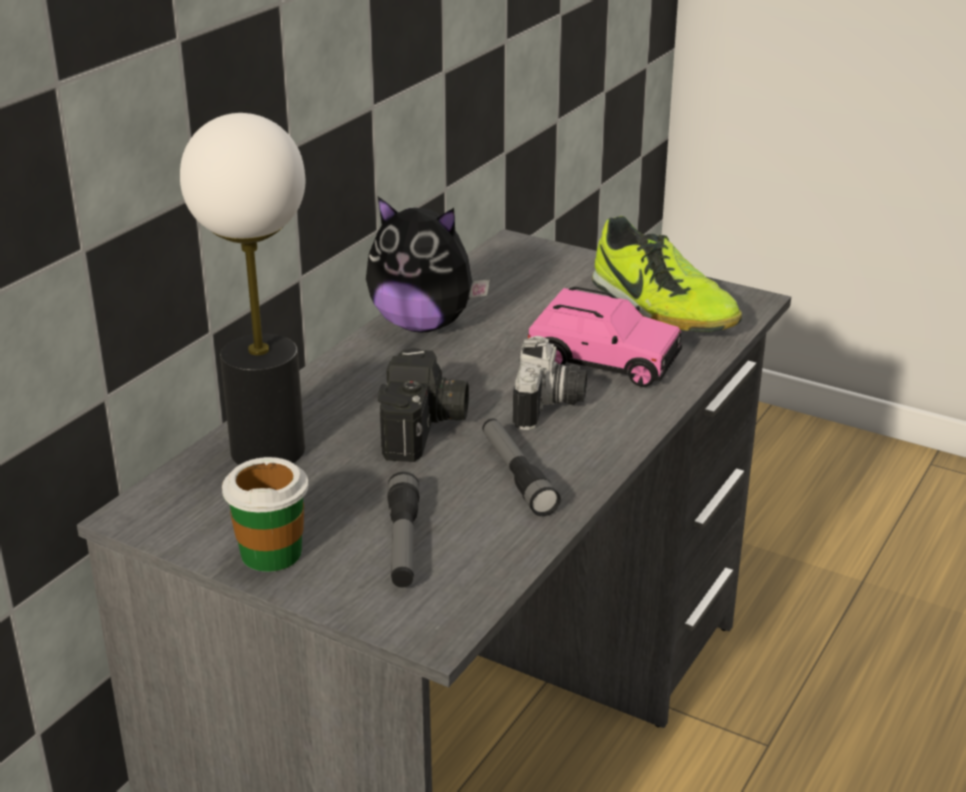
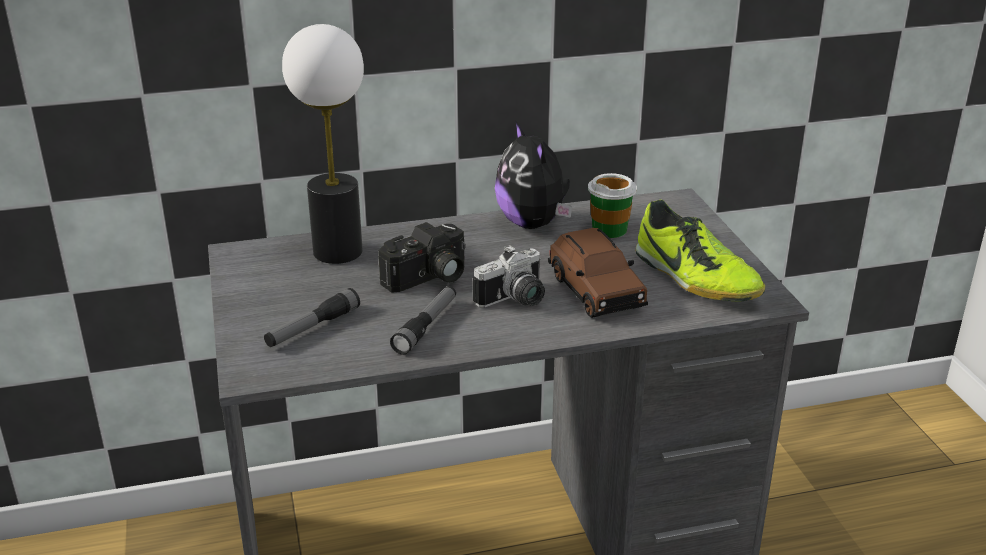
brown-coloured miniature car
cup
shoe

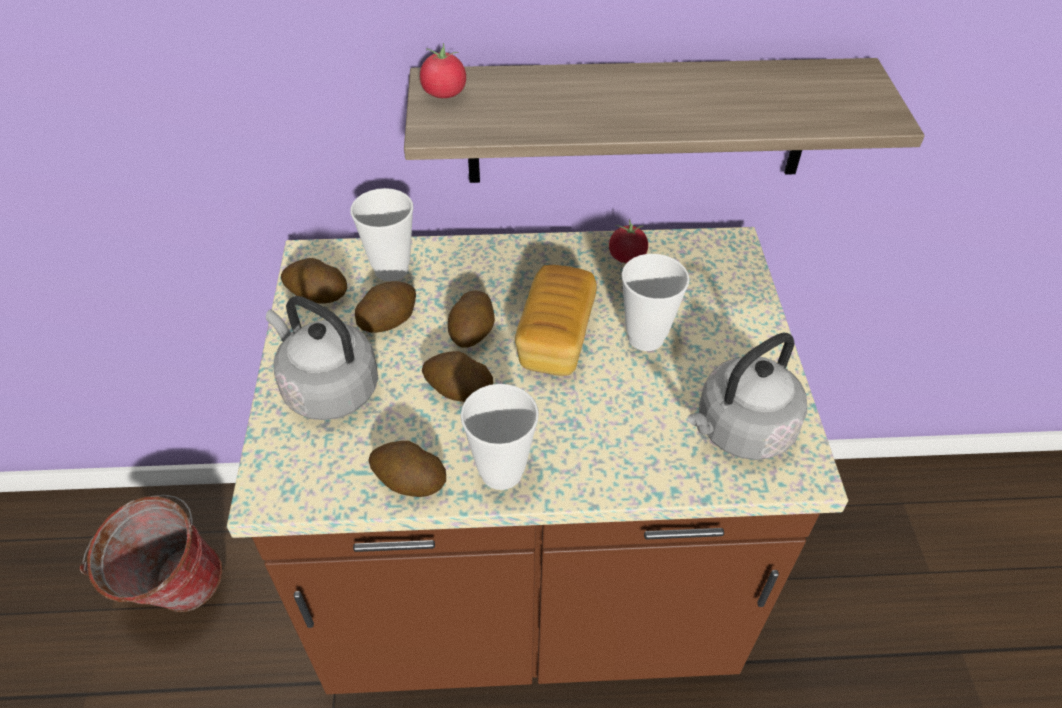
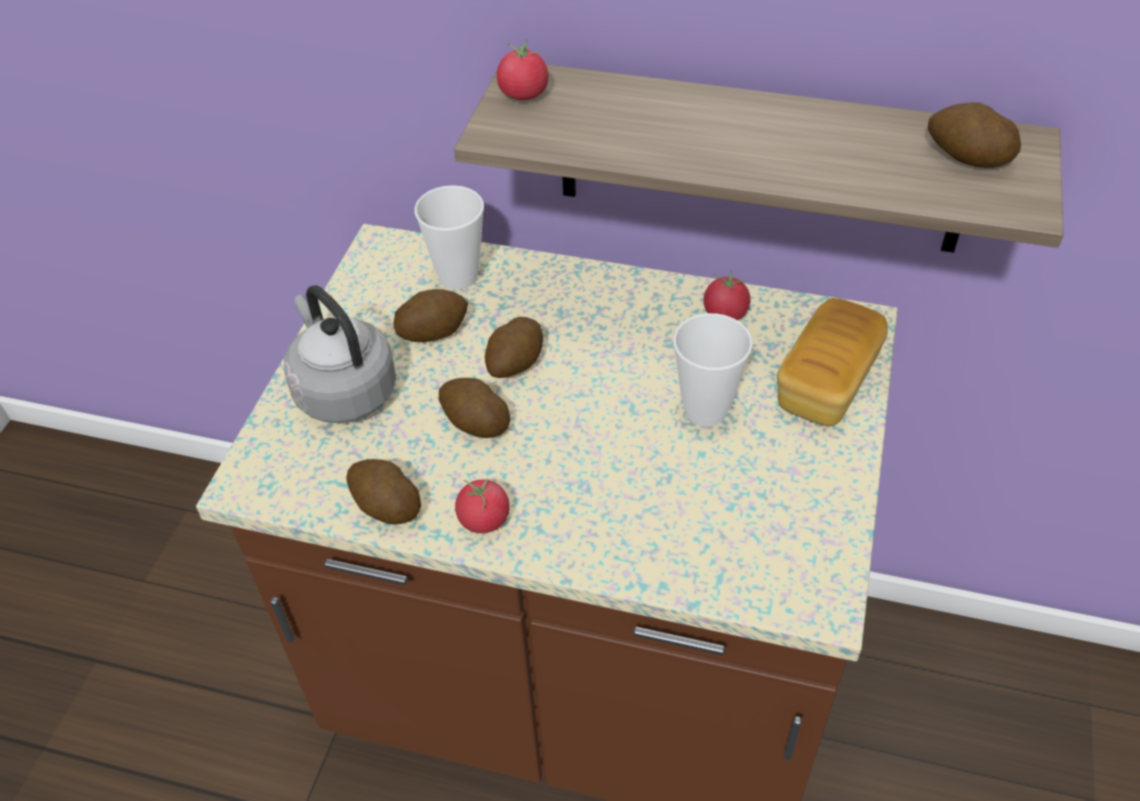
tomato (no. 1 from left)
baked bread
potato (no. 5 from left)
water bucket
greyish water kettle (no. 2 from left in the first image)

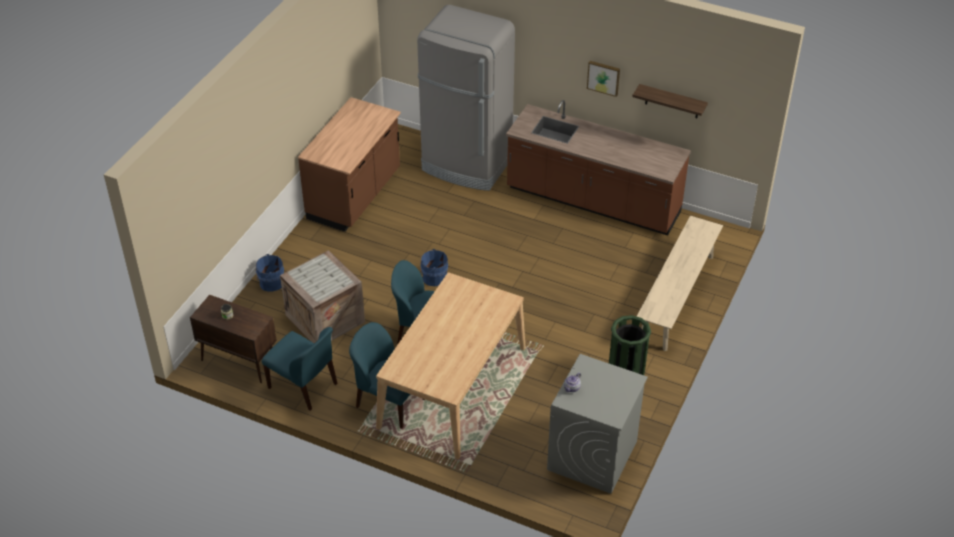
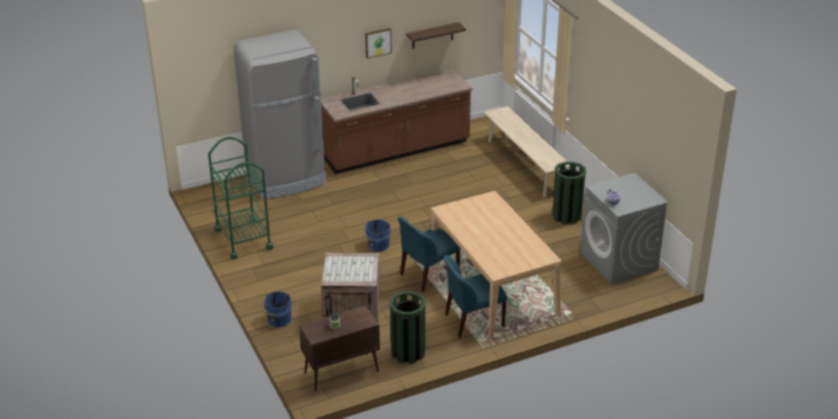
green-coloured trolley
green-coloured waste bin (no. 1 from left)

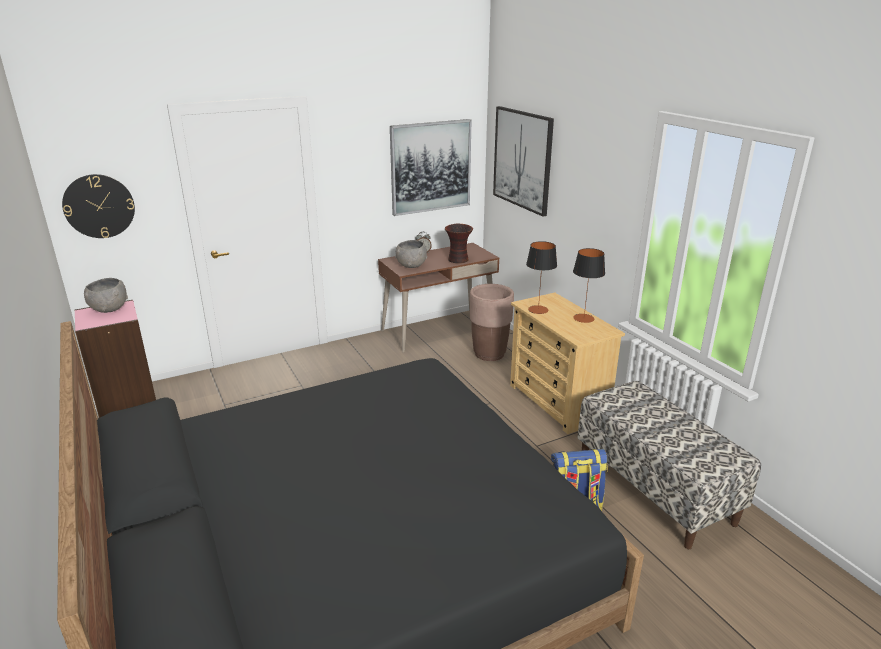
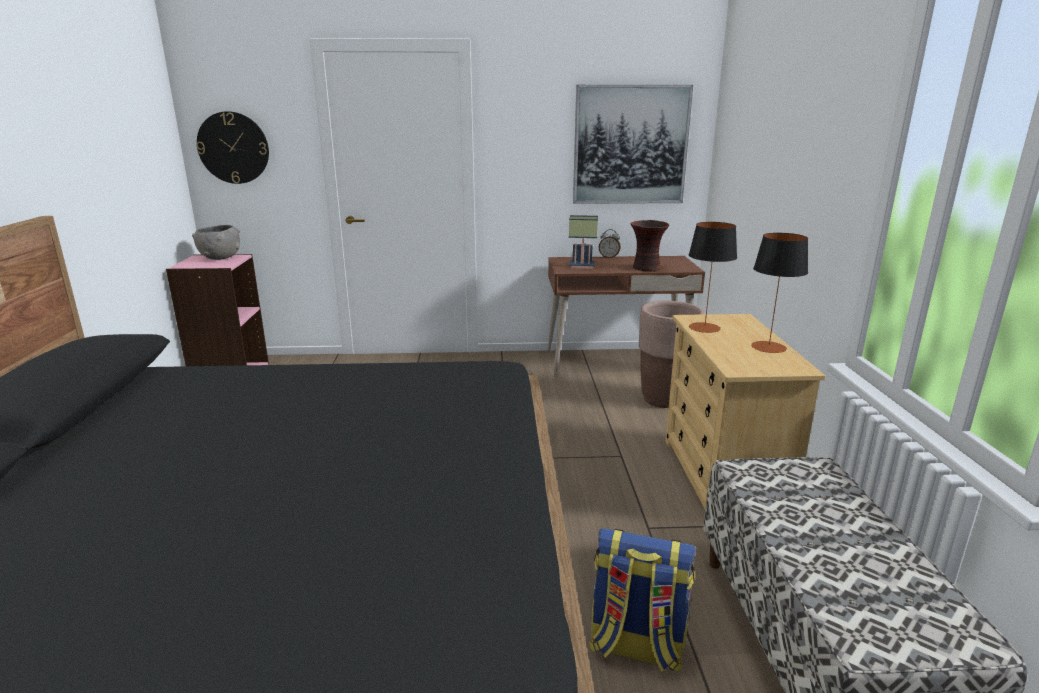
lamp for a table (no. 1 from left)
picture (no. 2 from left in the first image)

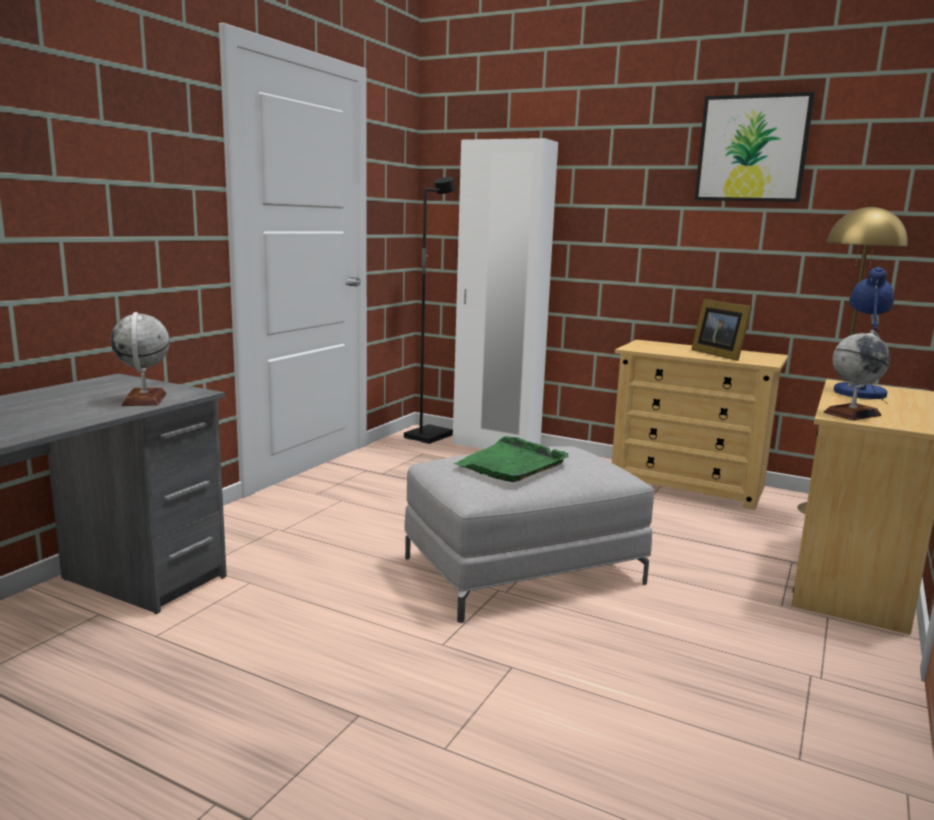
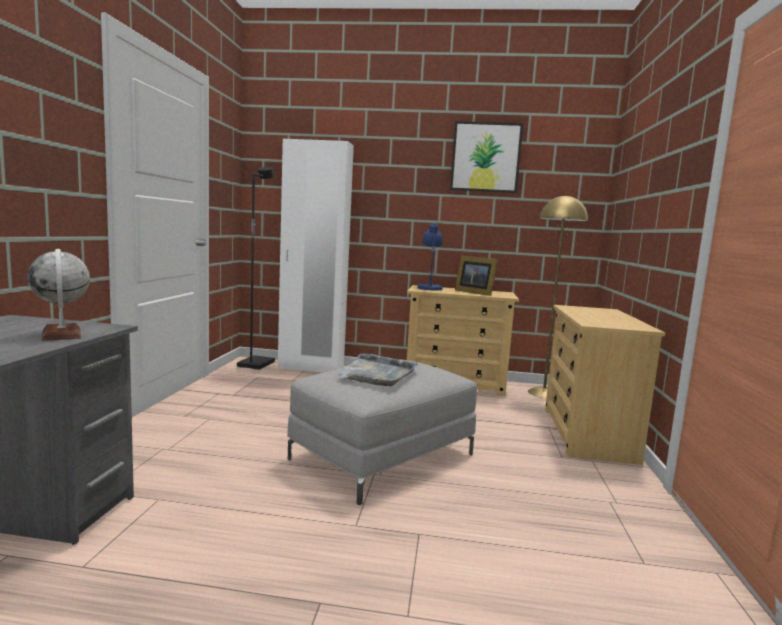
greyish carrying tray
bluish lamp for a table
desk globe (no. 2 from left in the first image)

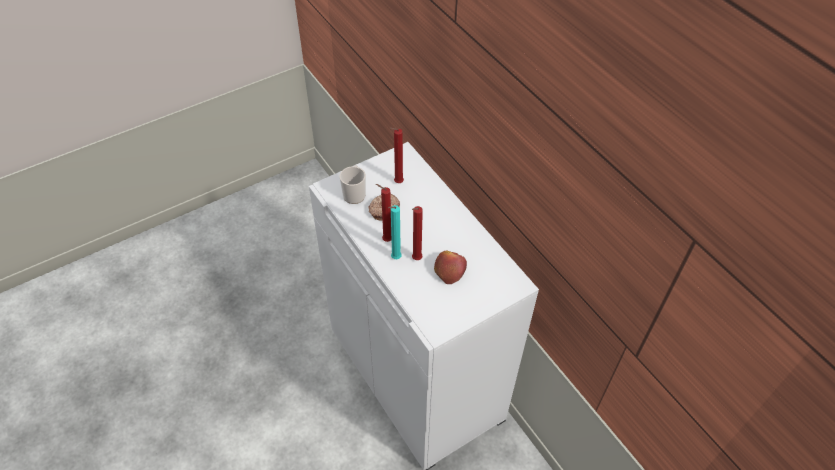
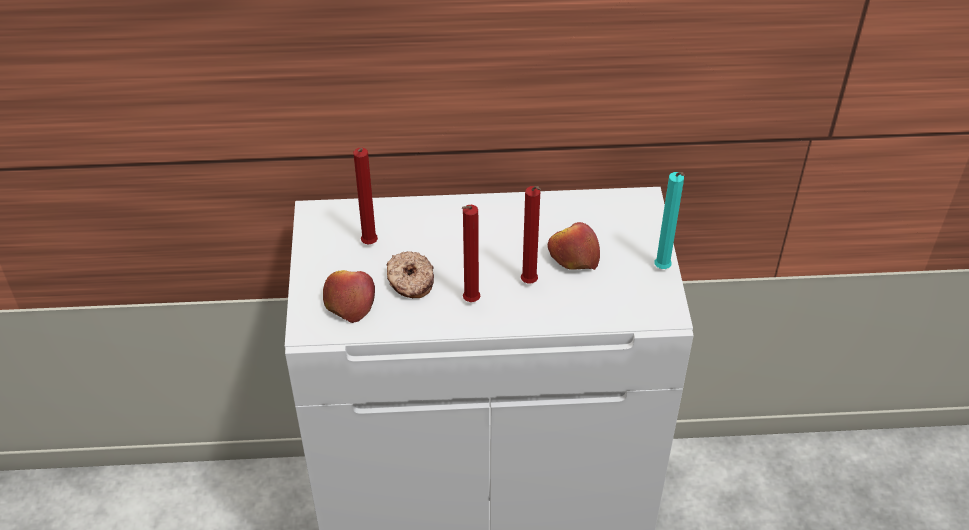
apple (no. 1 from left)
turquoise wax candle

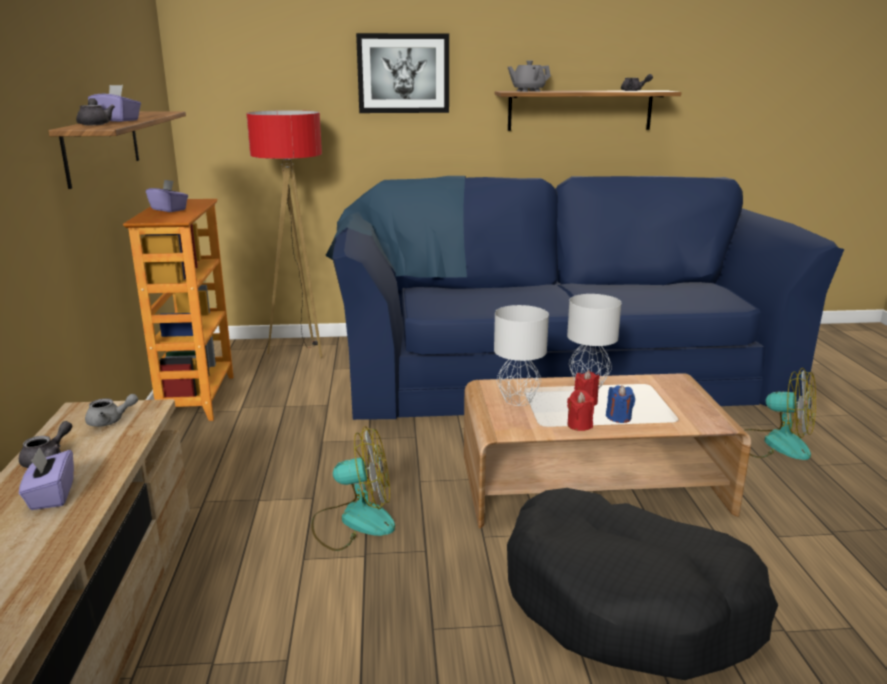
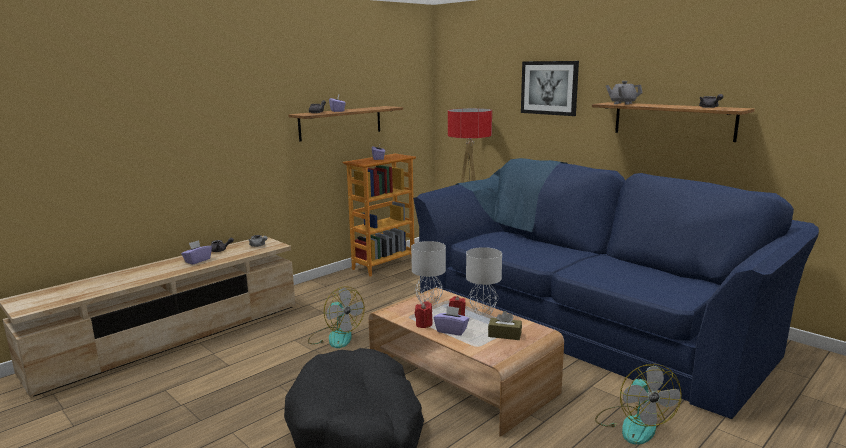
purple tissue holder (no. 4 from left)
brown-coloured tissue holder

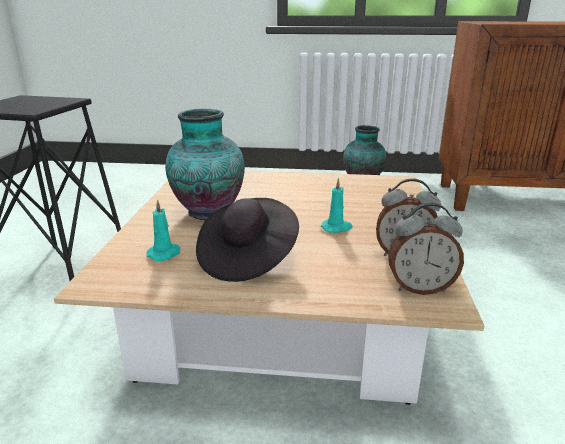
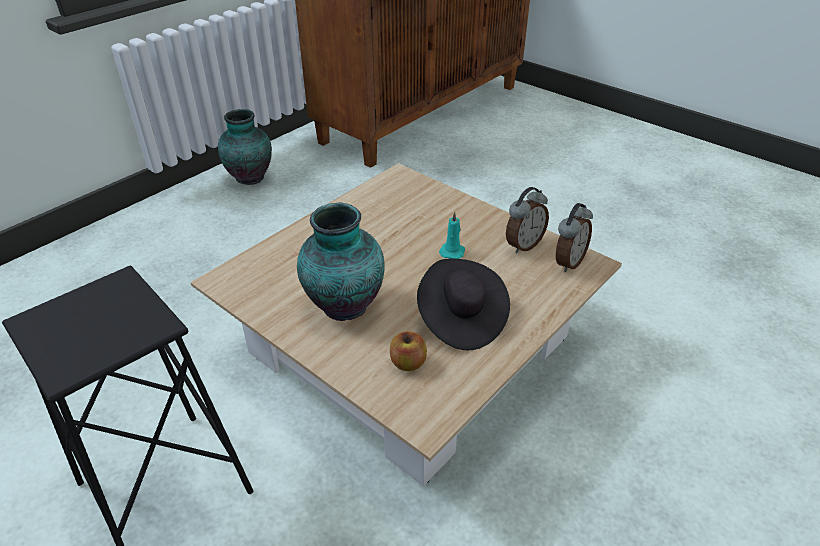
apple

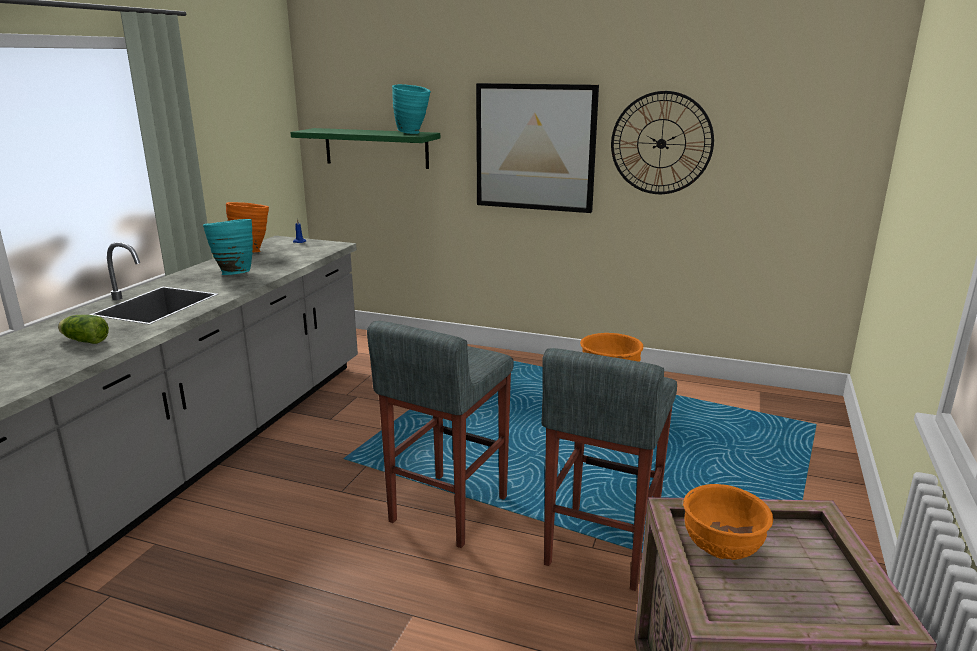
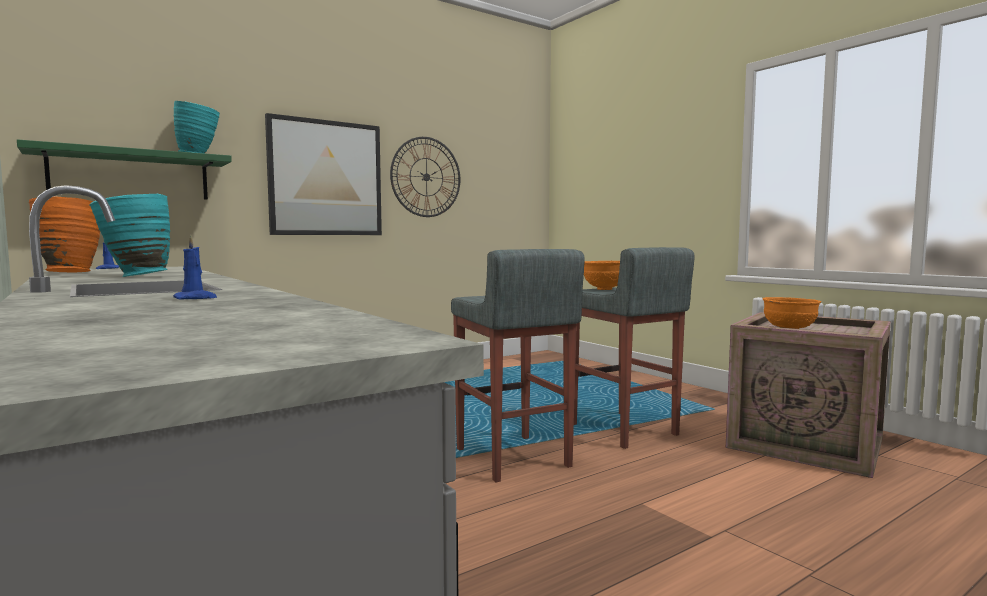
bluish wax candle (no. 2 from left)

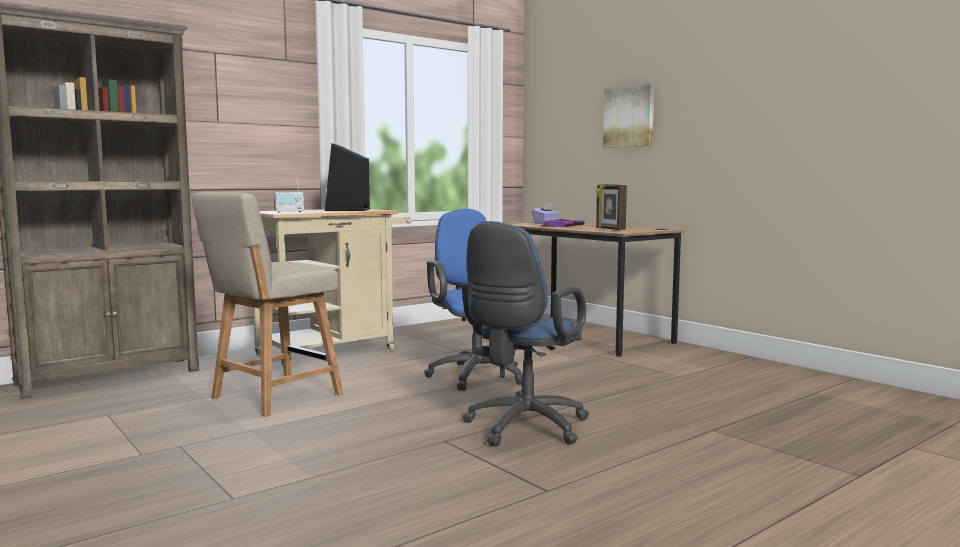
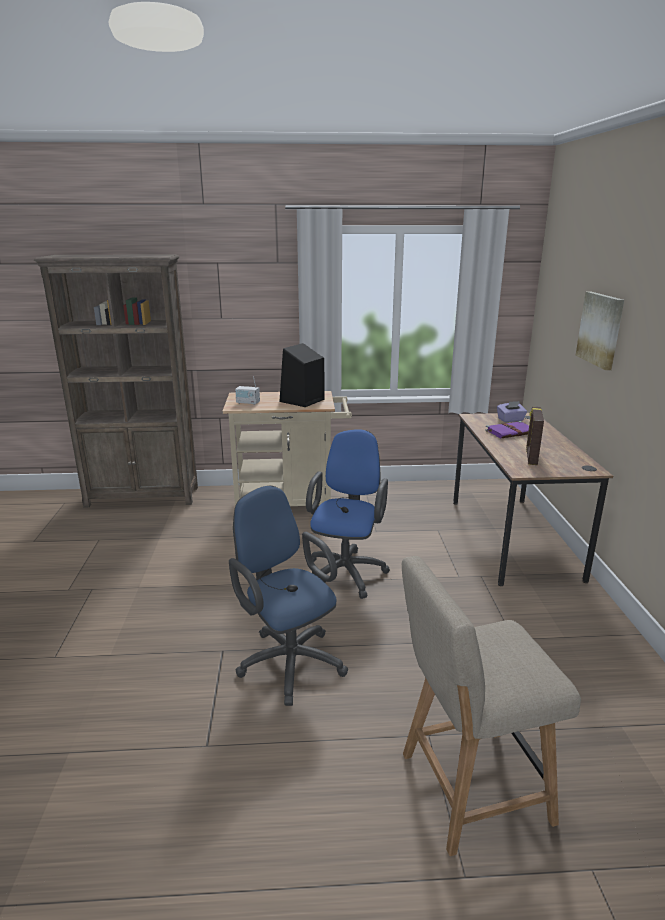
bluish computer chair (no. 1 from left)
sand-coloured upright chair

